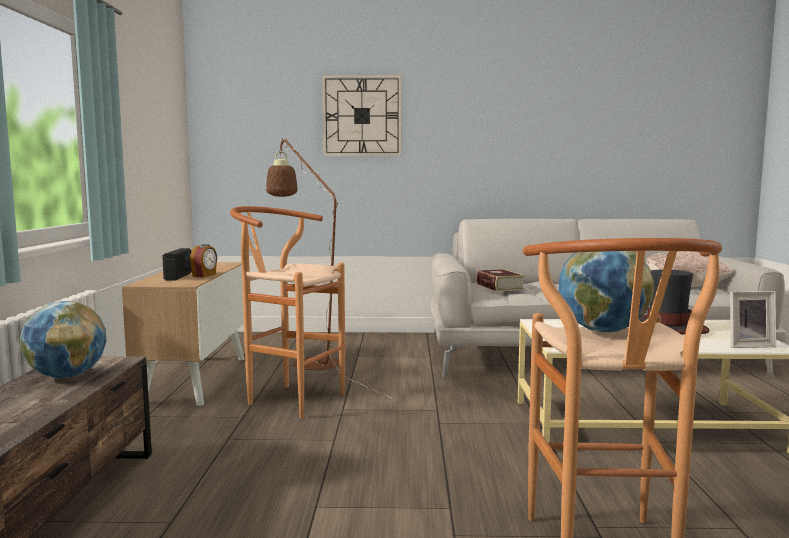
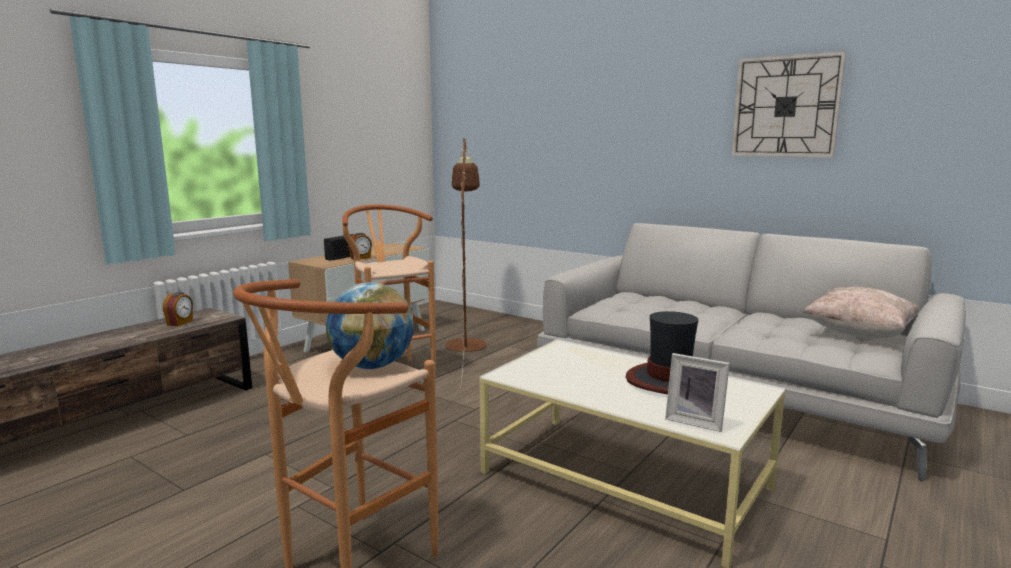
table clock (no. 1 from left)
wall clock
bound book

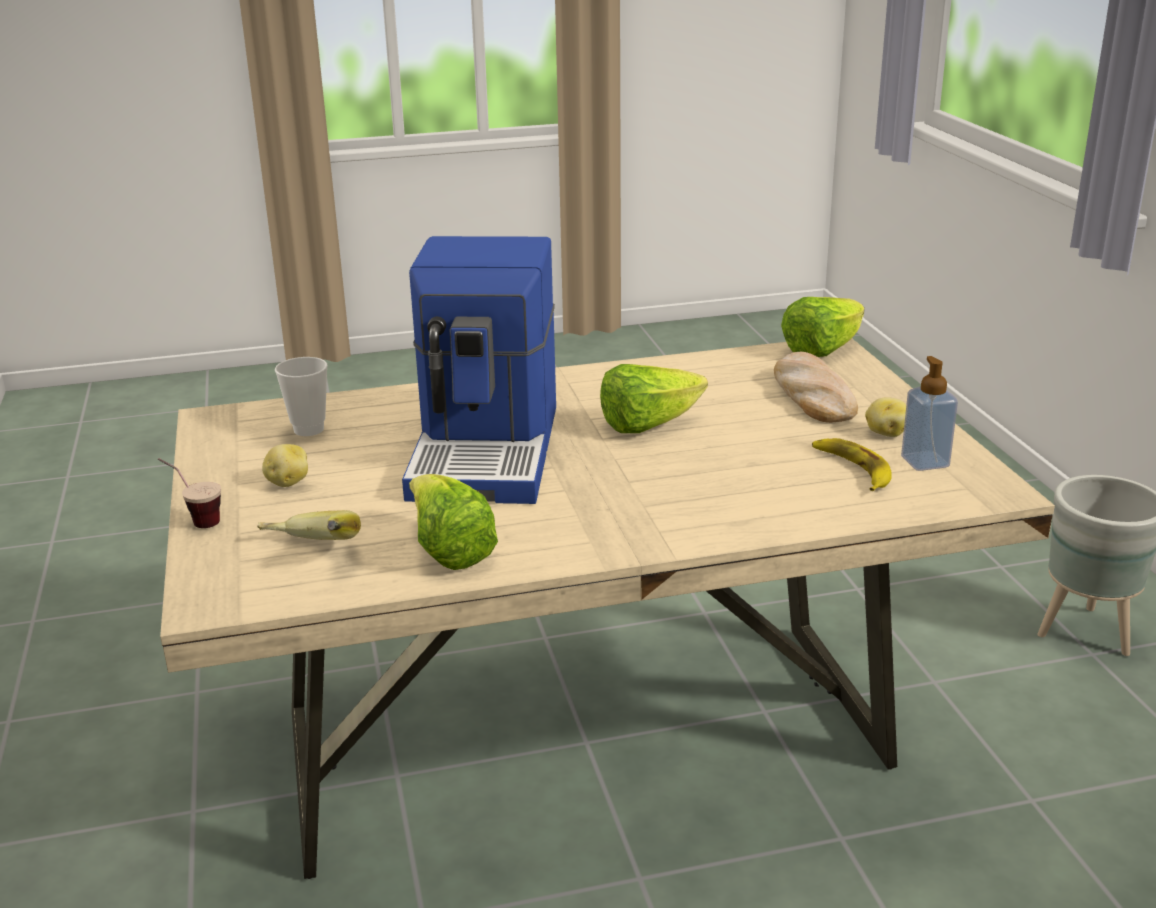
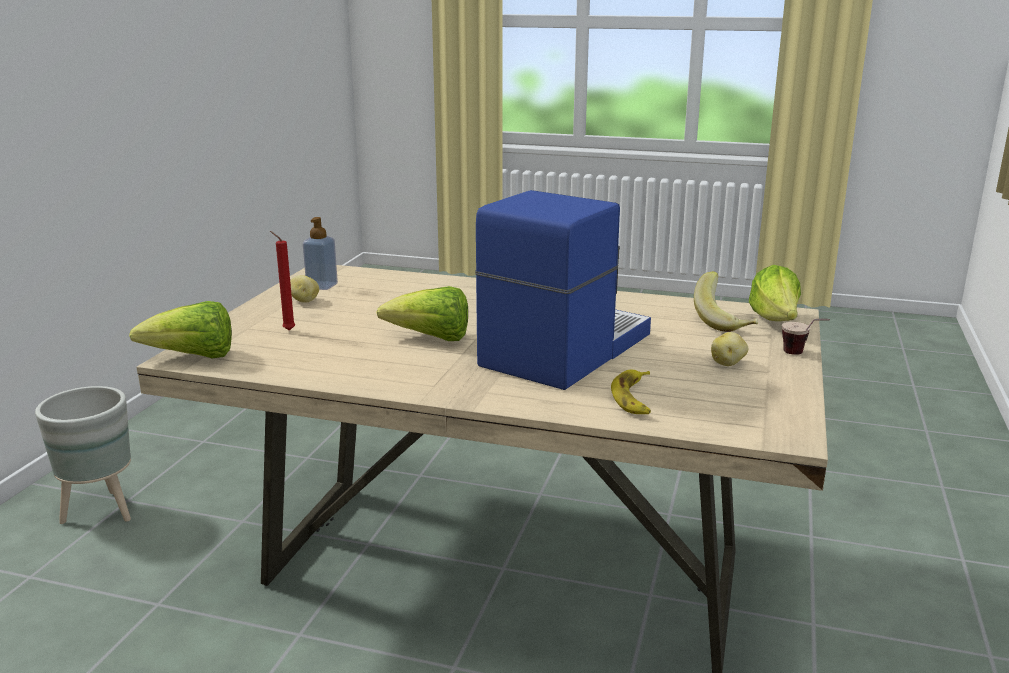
red-coloured wax candle
banana (no. 1 from left)
lettuce head (no. 3 from left)
cup (no. 2 from left in the first image)

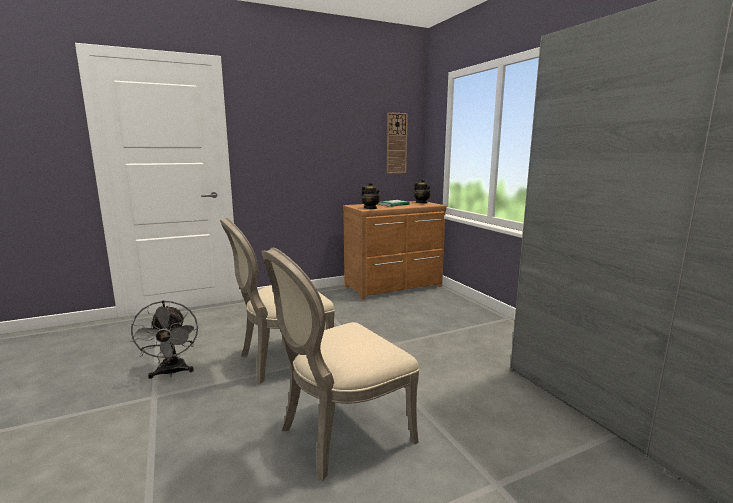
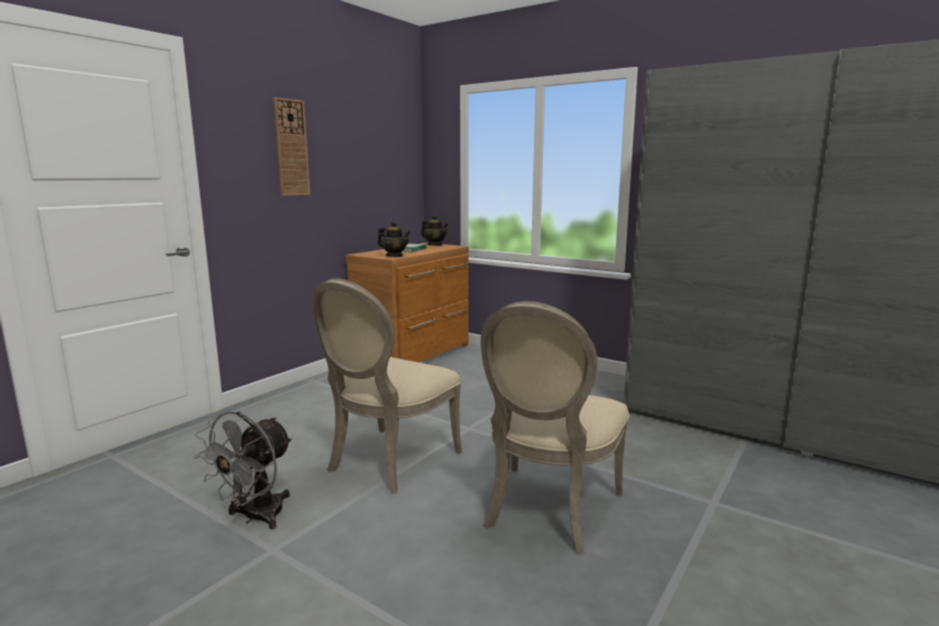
greyish cooling fan
wall clock

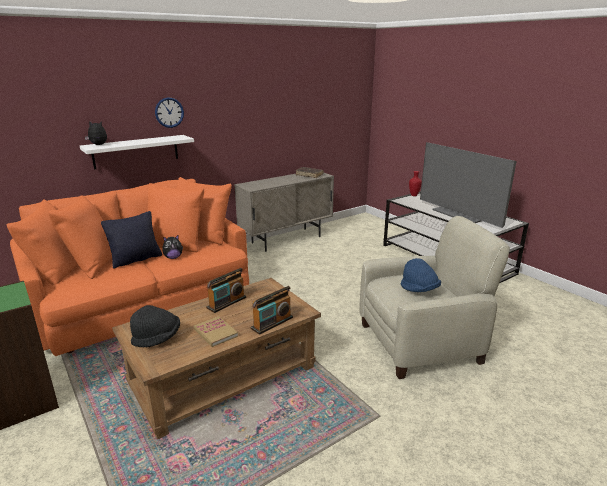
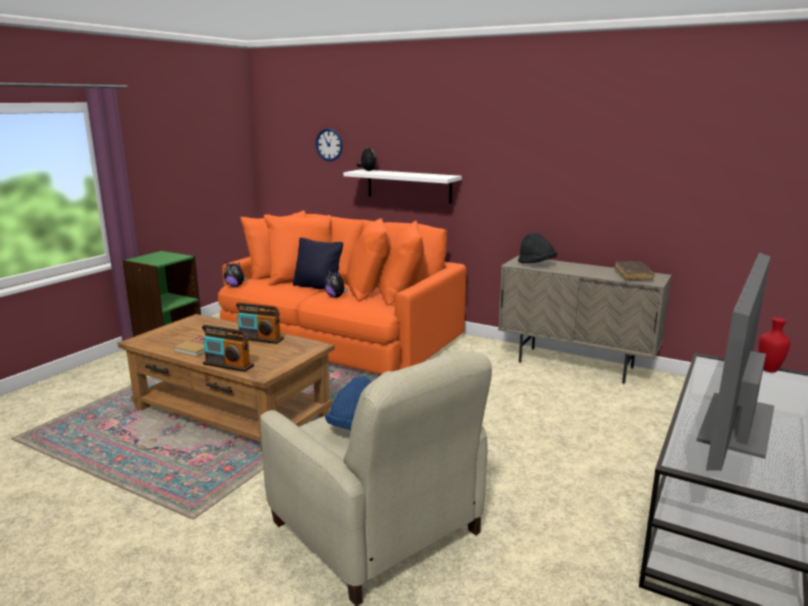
soft toy (no. 1 from left)
wall clock
blackish hat

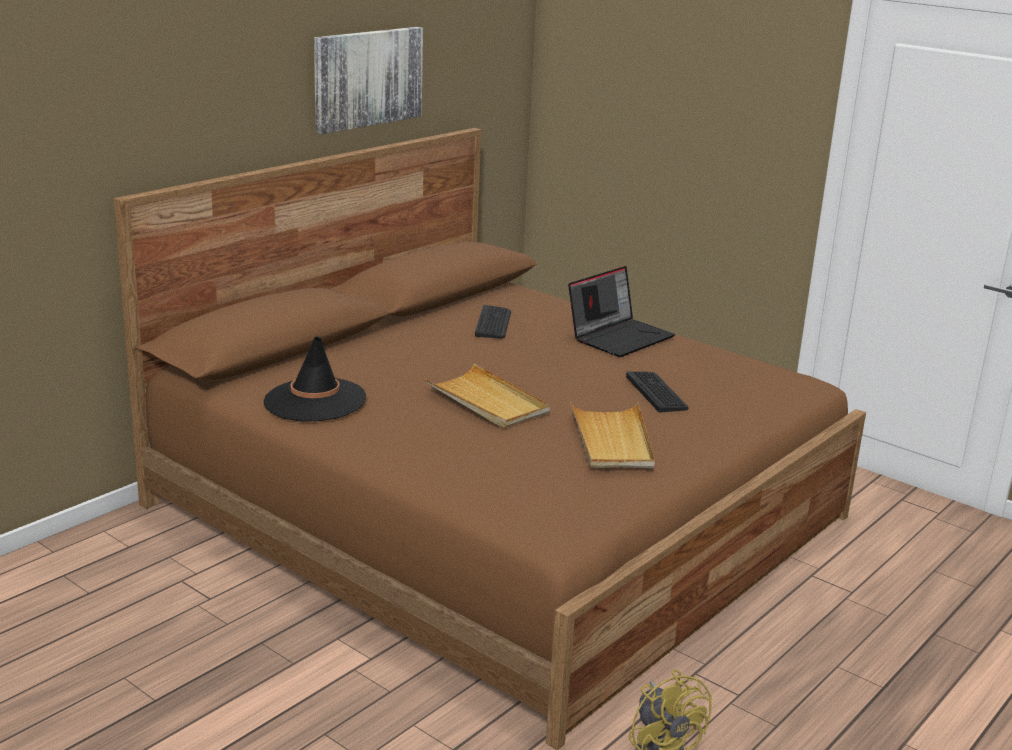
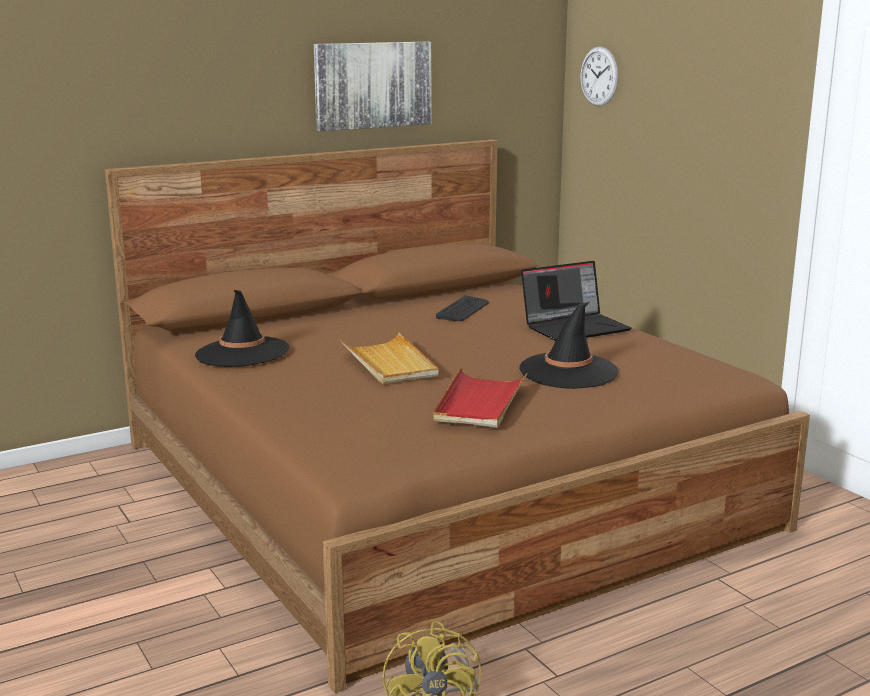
red-coloured carrying tray
blackish hat (no. 2 from left)
wall clock

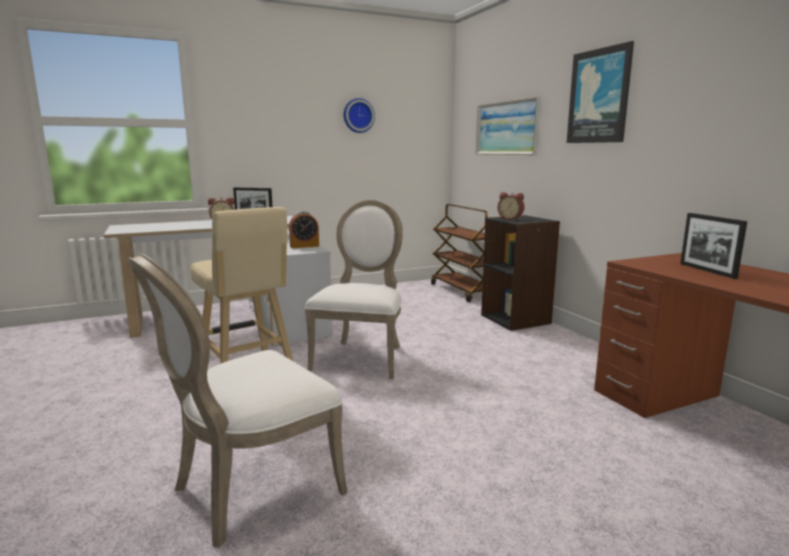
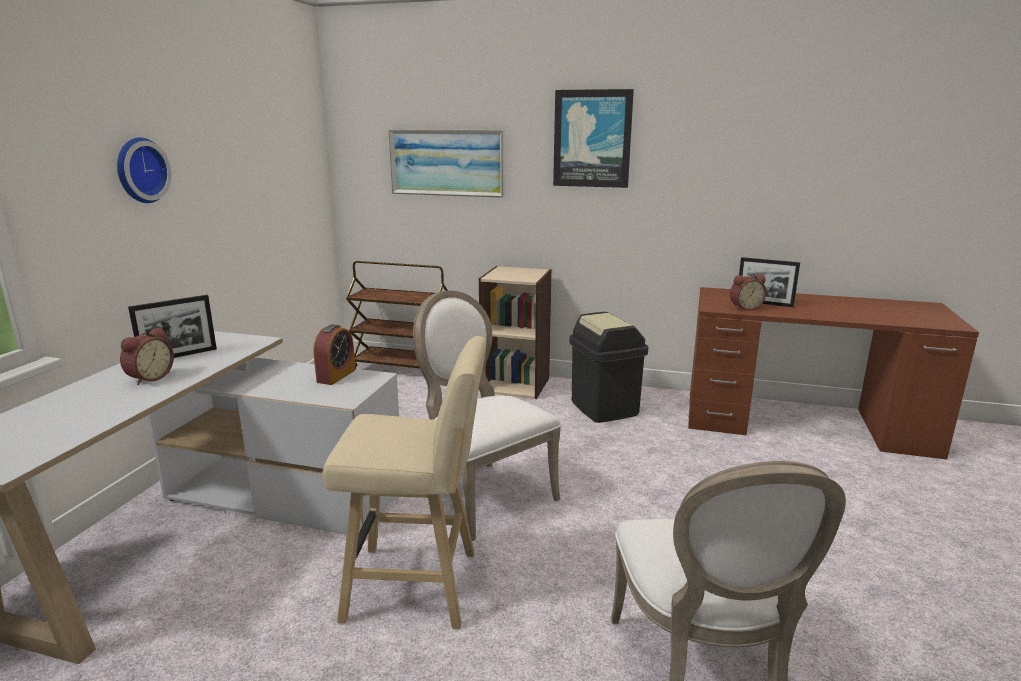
wall clock
sand-coloured bookshelf
blackish waste bin
table clock (no. 3 from left)

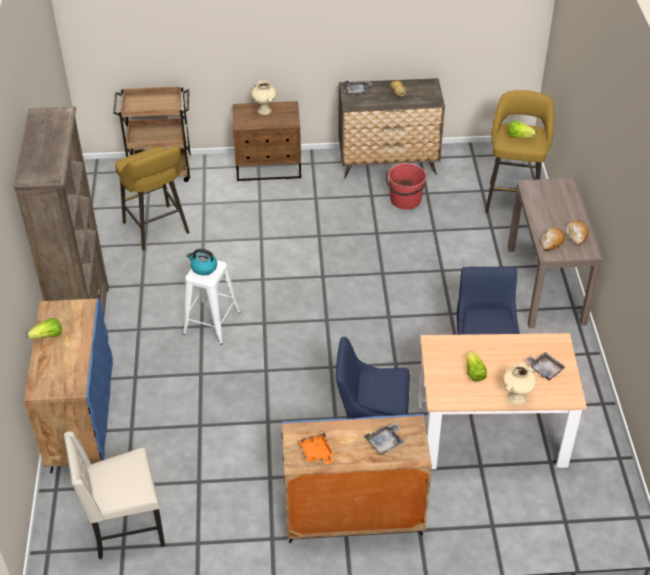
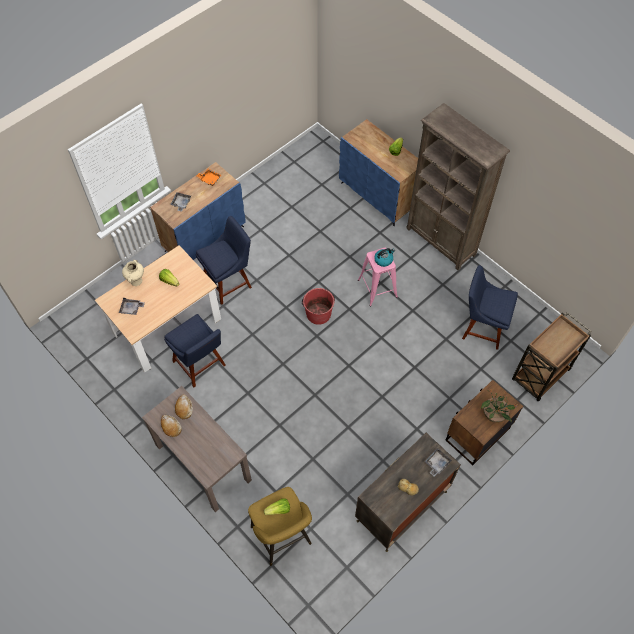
red-coloured water bucket
pink-coloured stool
bluish upright chair (no. 3 from left)
plant in a pot
sand-coloured upright chair

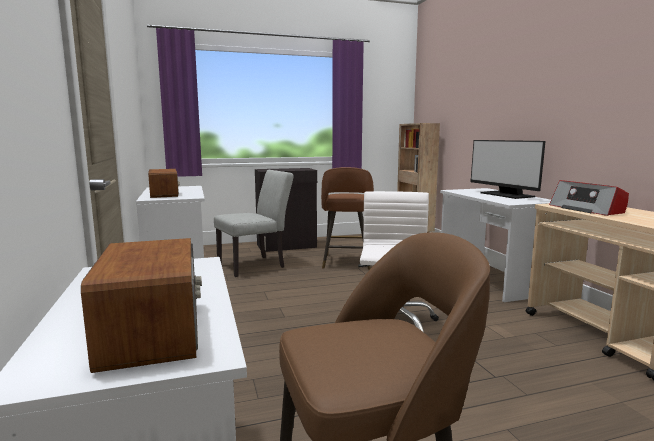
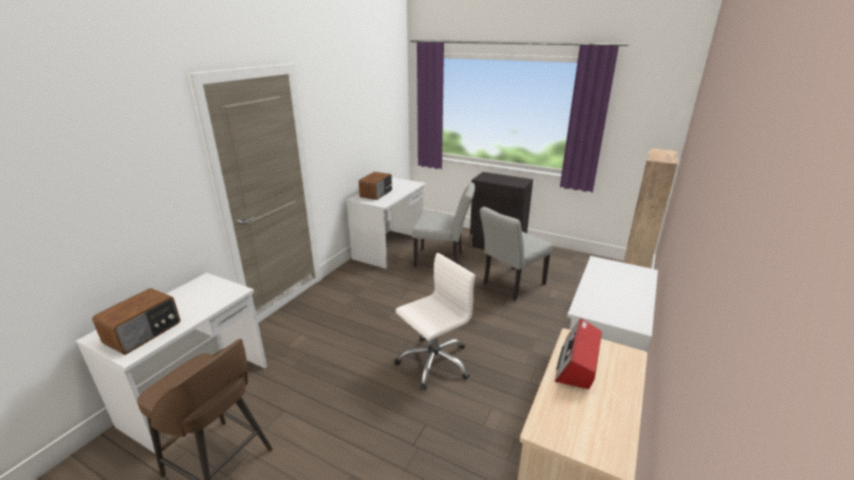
greyish upright chair (no. 2 from left)
computer screen

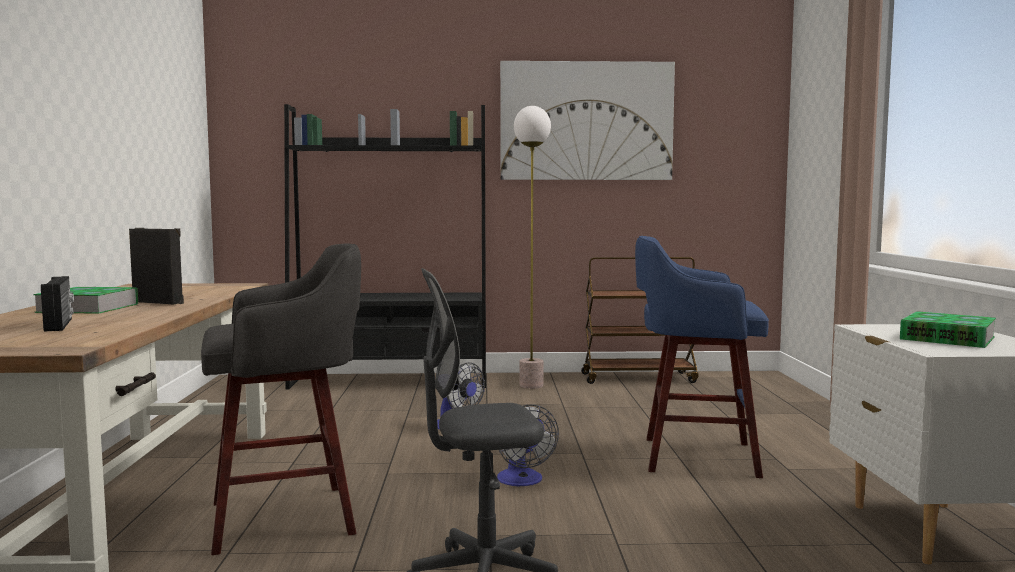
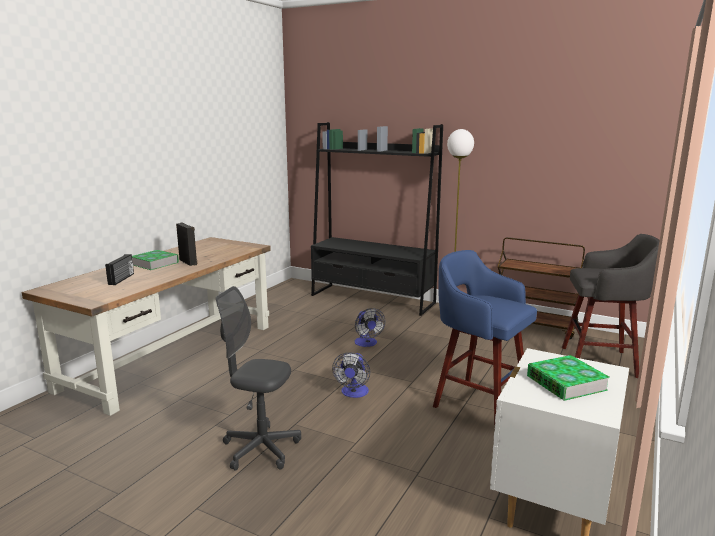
greyish stool
picture

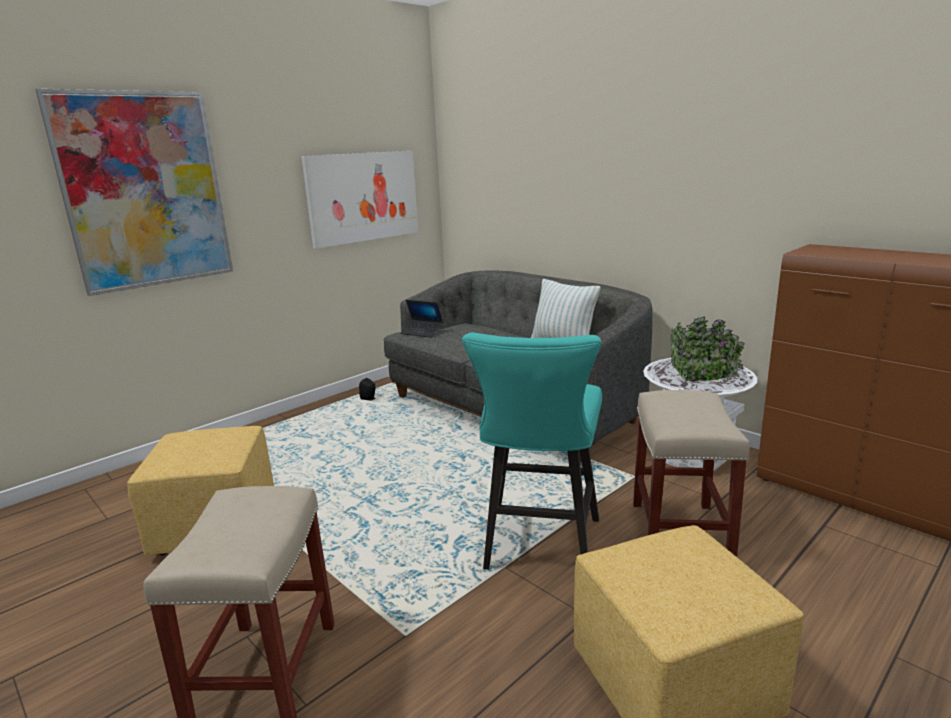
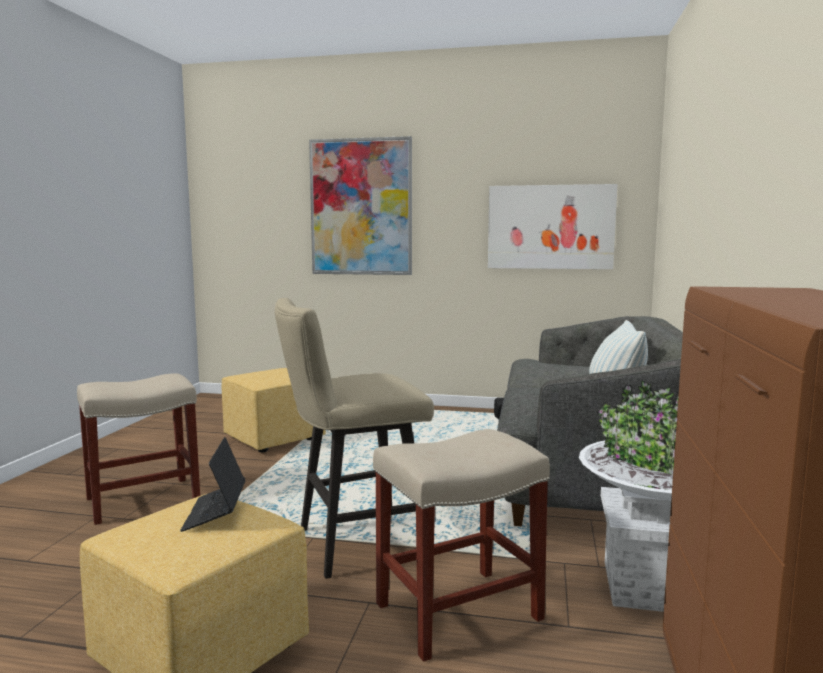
laptop
sand-coloured stool (no. 2 from left)

